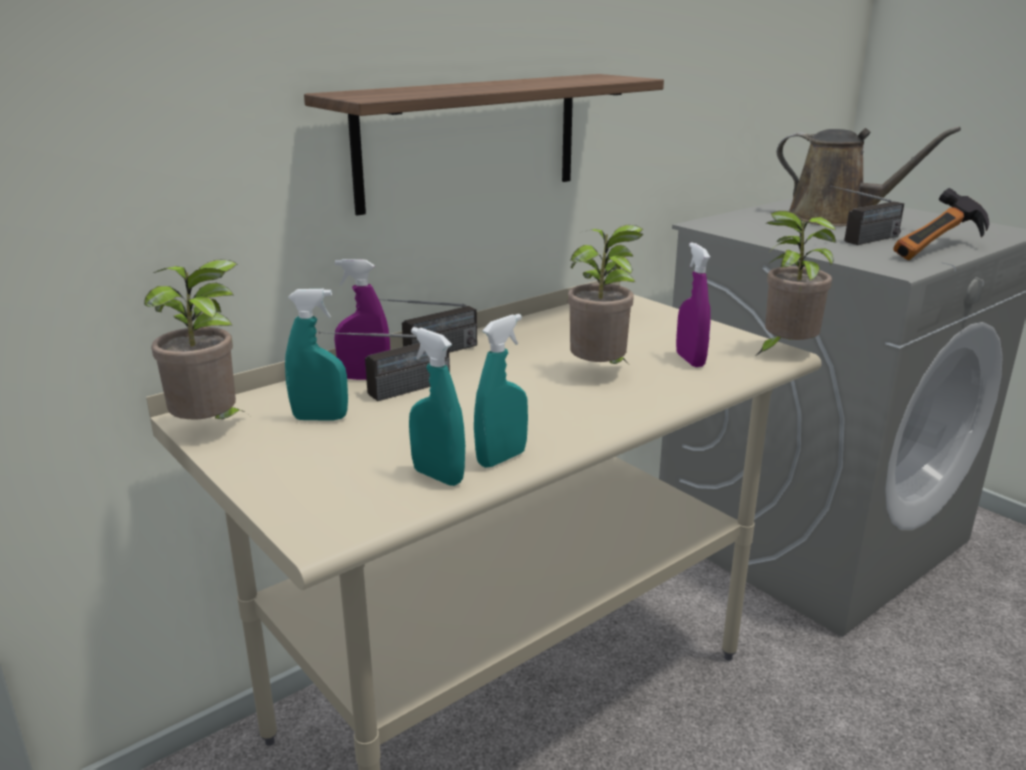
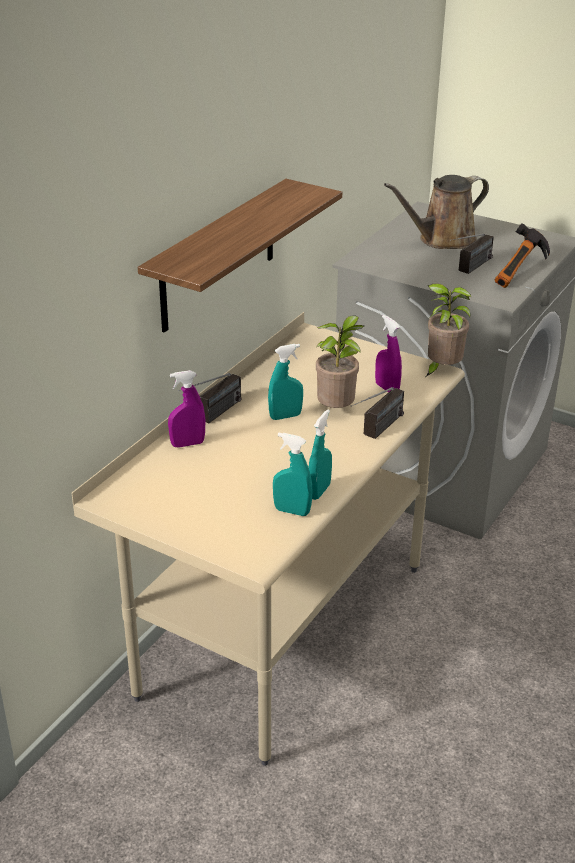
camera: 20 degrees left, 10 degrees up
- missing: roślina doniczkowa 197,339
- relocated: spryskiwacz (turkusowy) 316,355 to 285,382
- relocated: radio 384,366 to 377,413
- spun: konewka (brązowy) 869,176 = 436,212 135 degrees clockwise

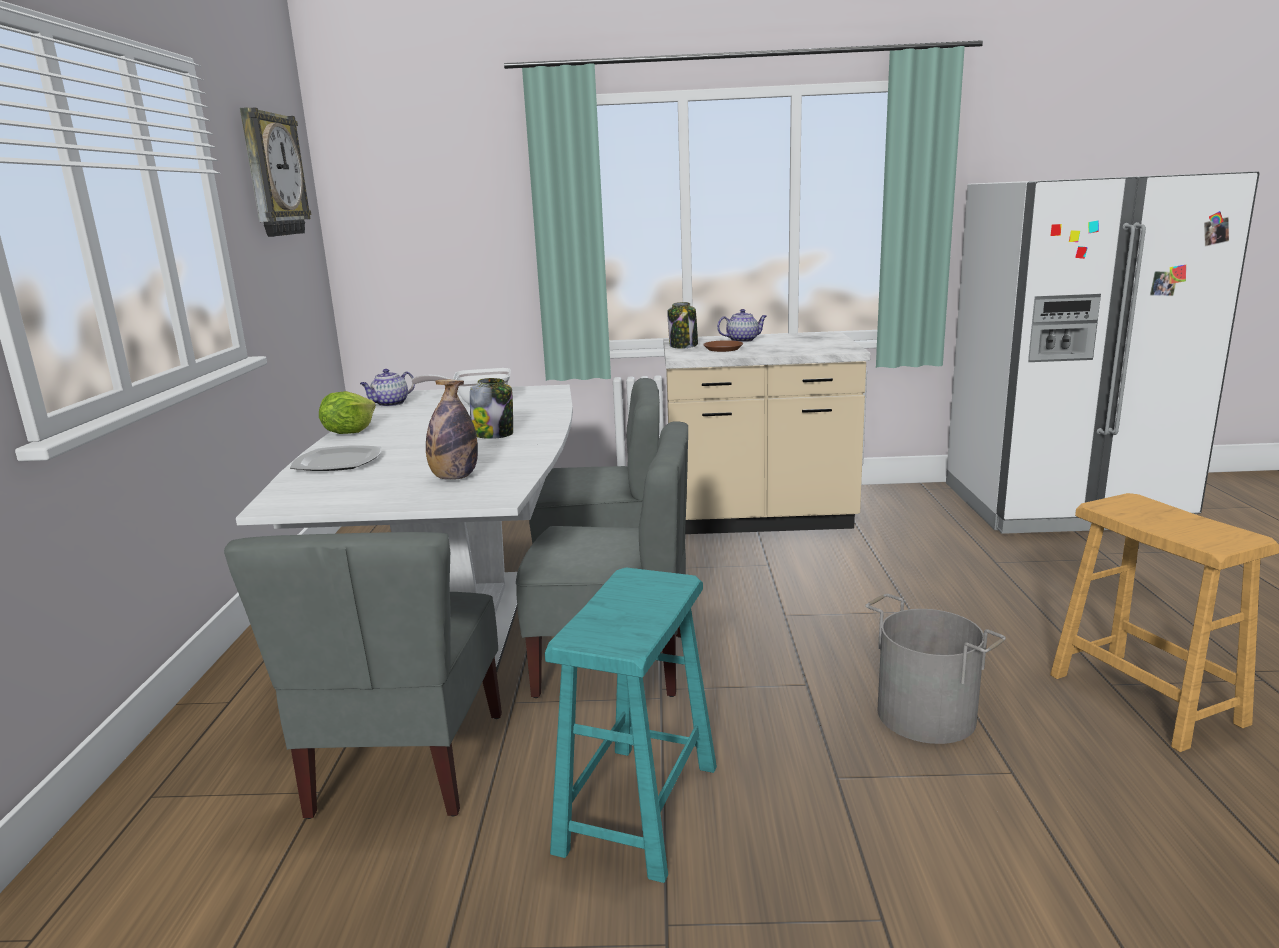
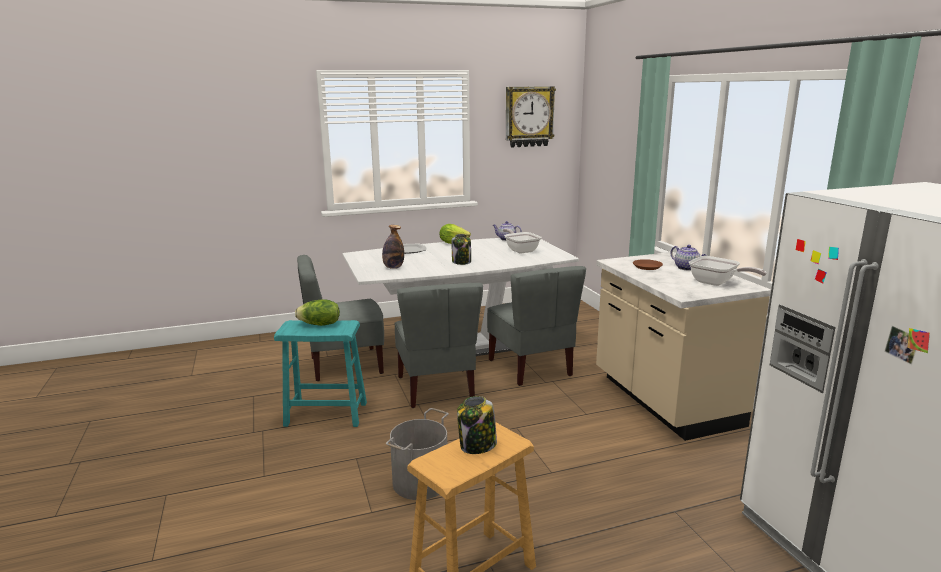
camera: 70 degrees right, 0 degrees up
- appeared: sałata 317,312
- appeared: patelnia 728,271
- relocated: słoik 683,325 to 477,425

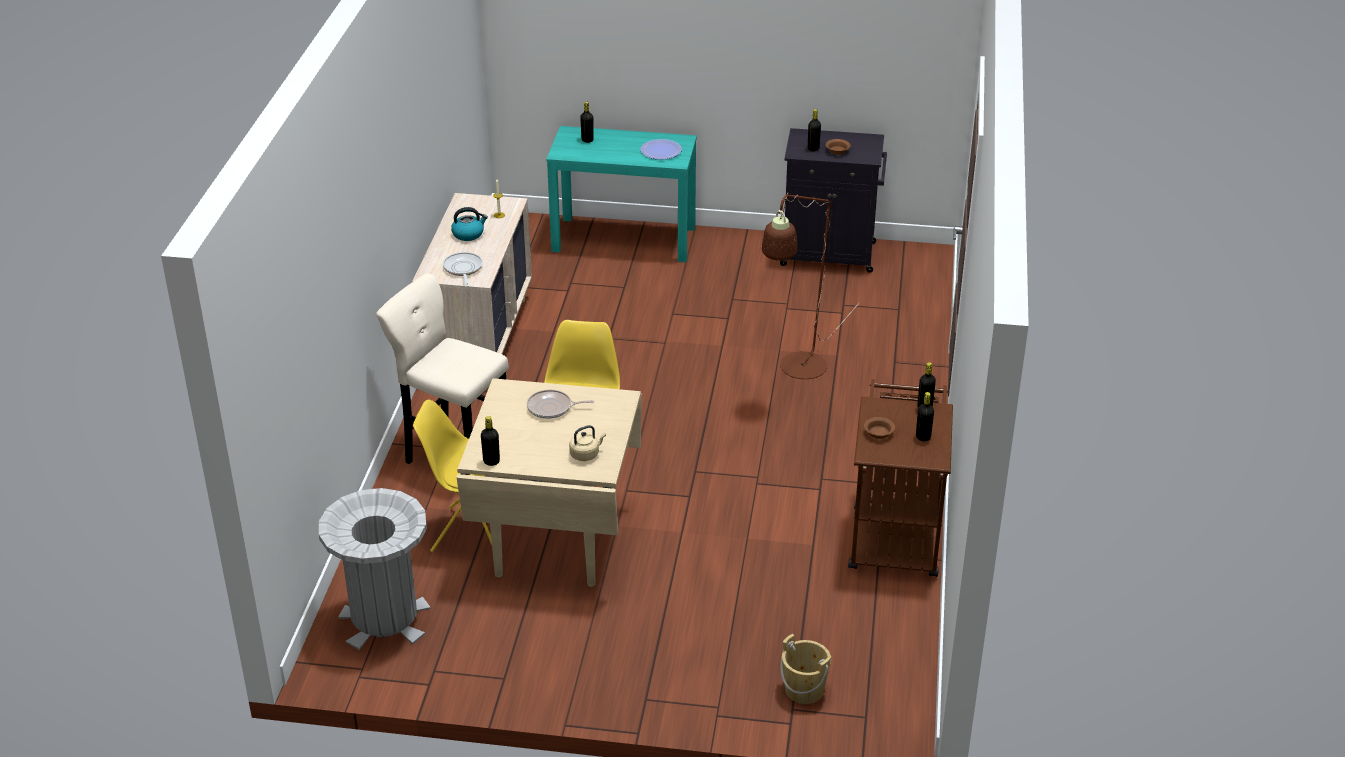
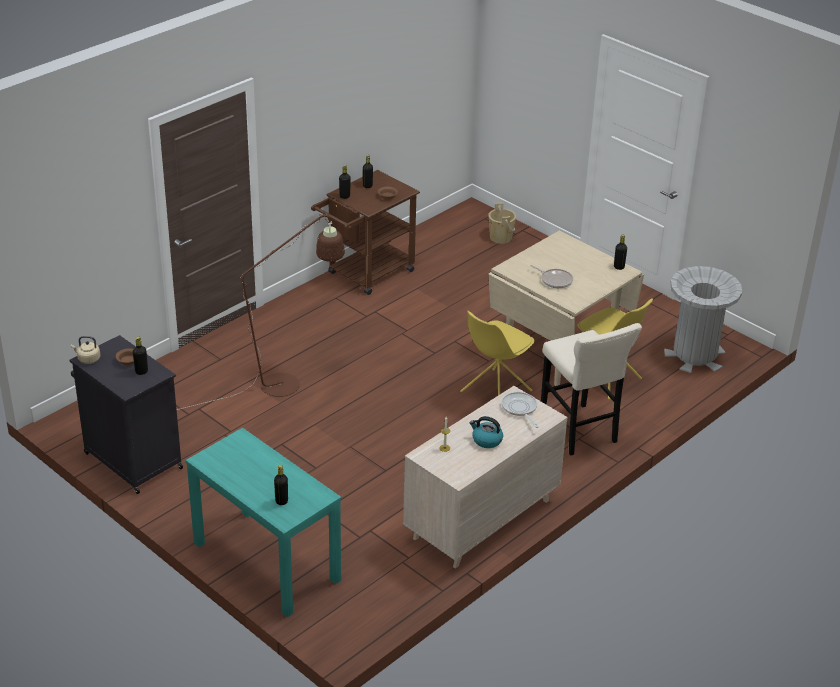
camera: 145 degrees left, 0 degrees up
- missing: talerz 661,149
- relocated: czajnik (beżowy) 587,443 to 85,350
- spun: patelnia 463,269 = 519,410 135 degrees clockwise

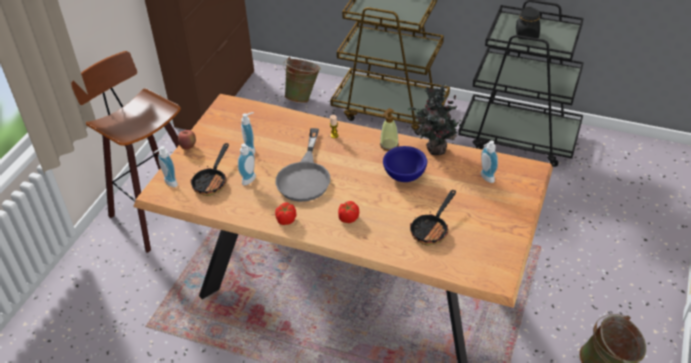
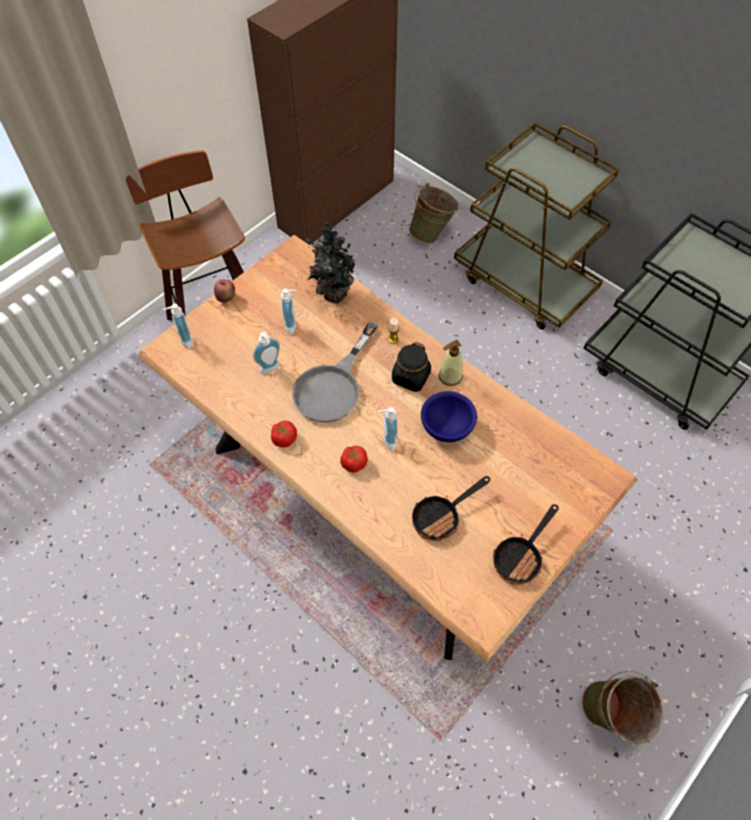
camera: 20 degrees right, 15 degrees up
- relocated: patelnia 209,169 to 526,544
- relocated: roślina doniczkowa 438,119 to 331,263
- relocated: dozownik mydła 489,161 to 388,429
- relocated: słoik (czarny) 528,23 to 411,367

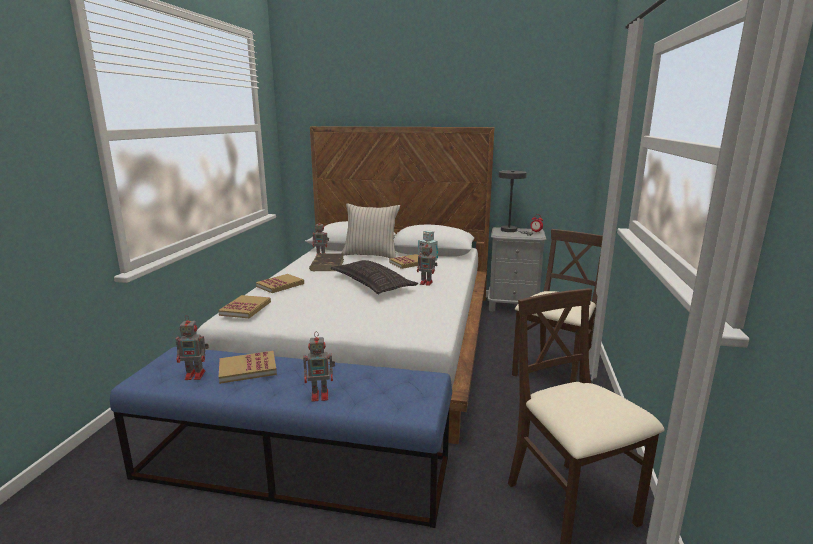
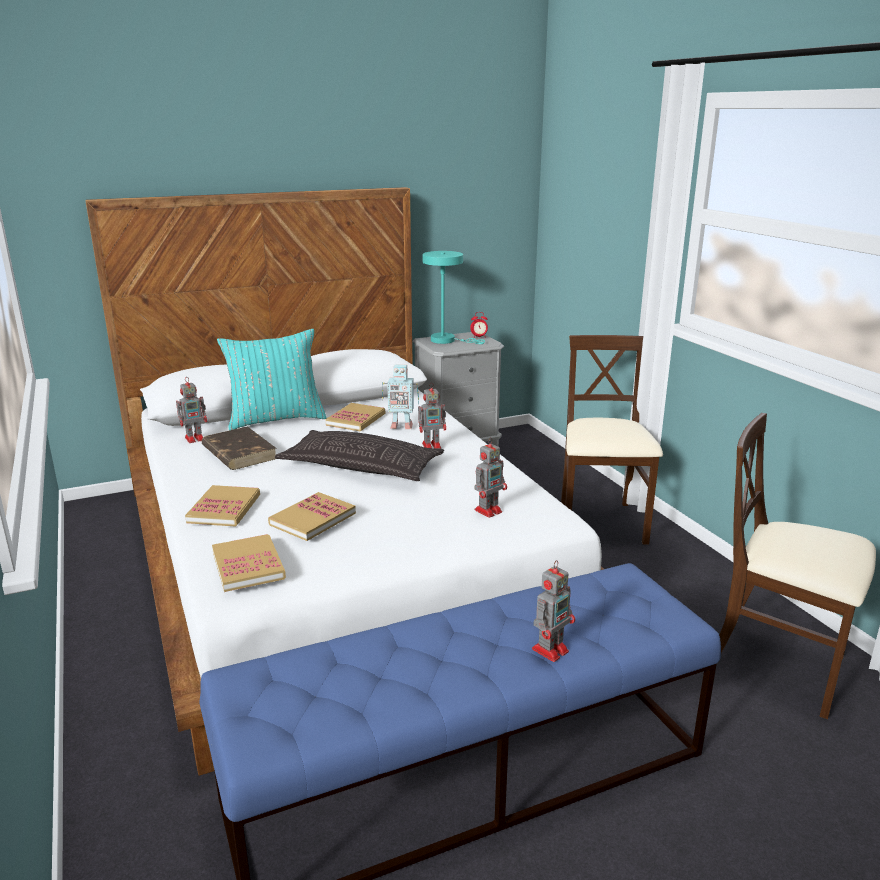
camera: 35 degrees left, 5 degrees up
- relocated: robot zabawkowy 192,347 to 491,477
- relocated: książka 248,367 to 312,516
- colour: poduszka (beżowy) 370,230 to poduszka (turkusowy) 271,379
- colour: lampa stołowa (szary) 516,203 to lampa stołowa (turkusowy) 454,297

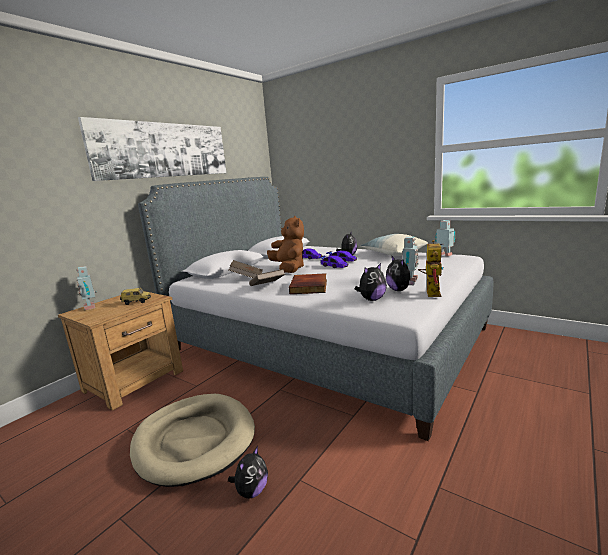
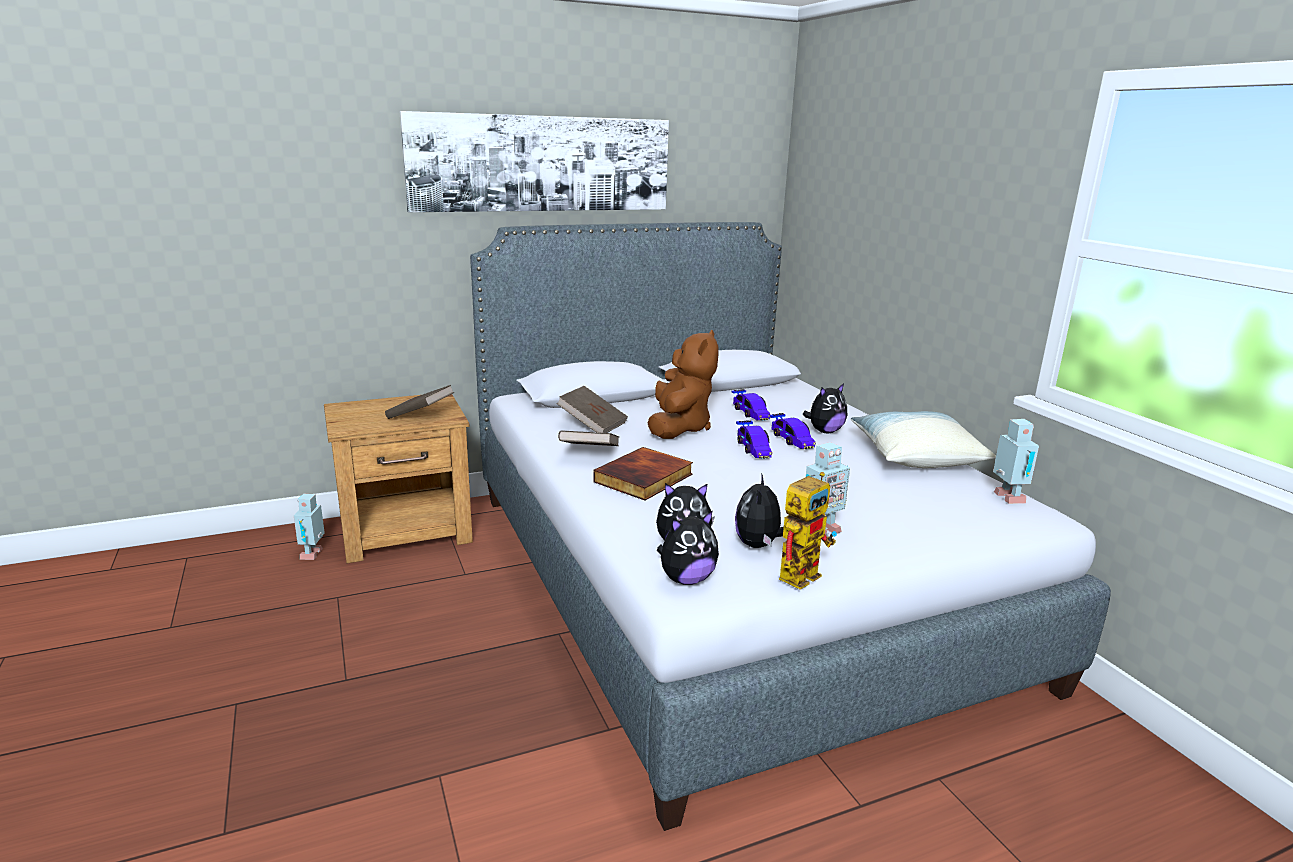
camera: 30 degrees right, 5 degrees up
- missing: legowisko (beżowy) 192,440
- relocated: robot zabawkowy 86,288 to 309,527
- relocated: pluszak 248,472 to 688,547
- exchanged: samochodzik 135,296 to książka (brązowy) 419,402

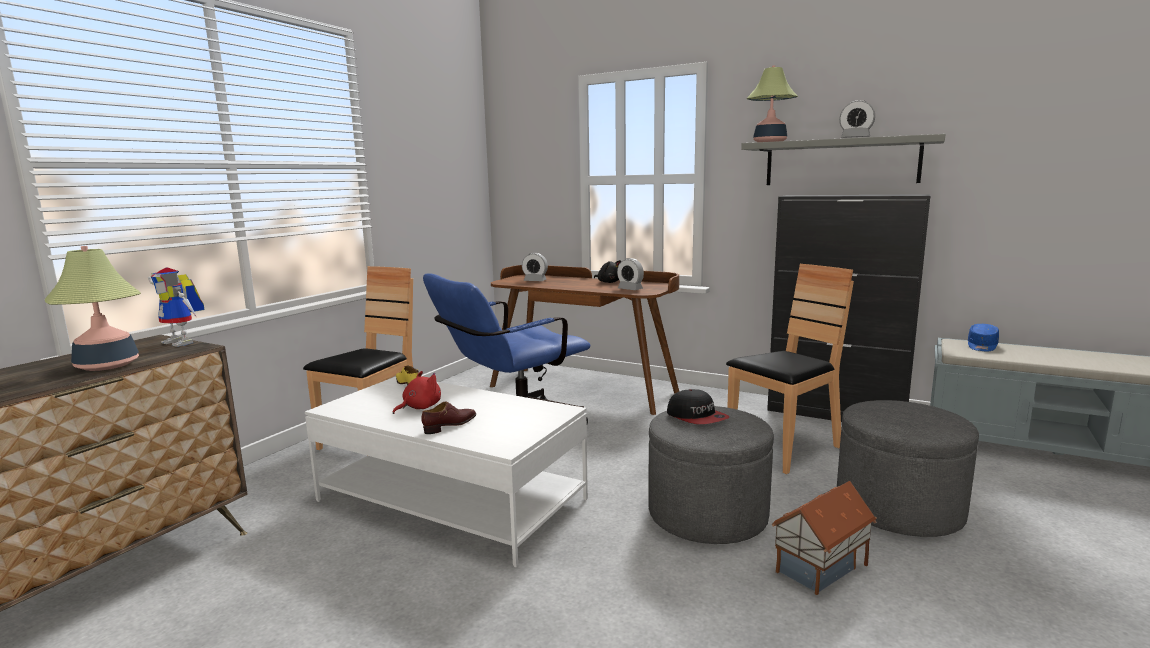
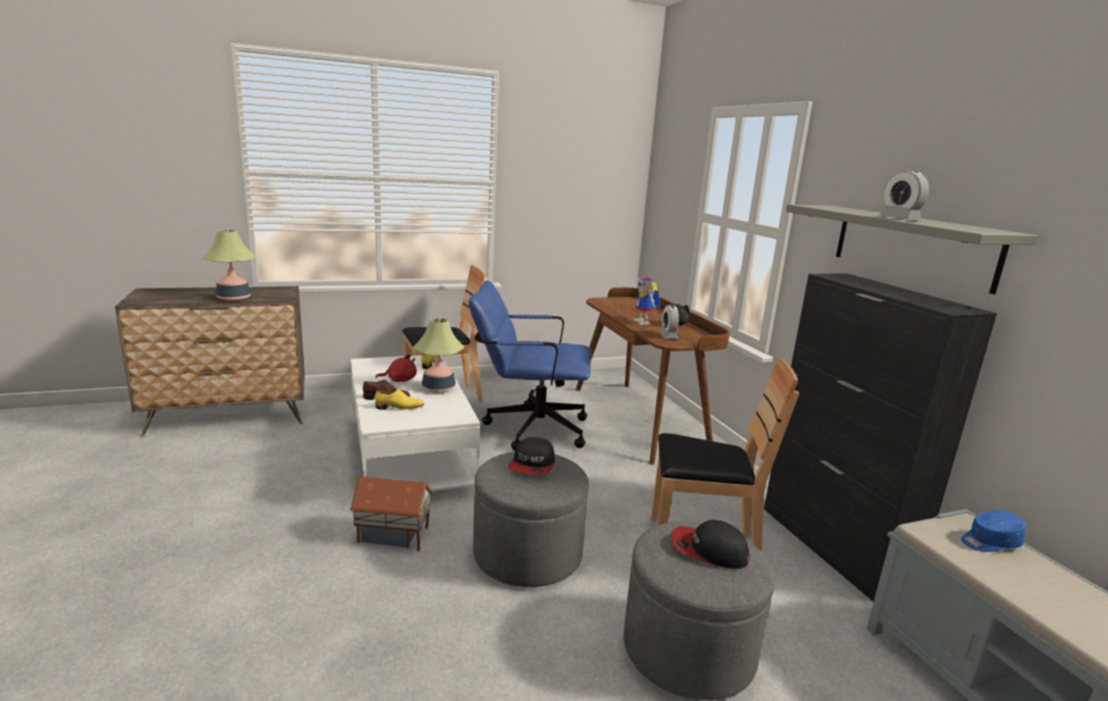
camera: 40 degrees right, 5 degrees up
- missing: budzik 535,267
- appeared: but (żółty) 399,399
- appeared: czapka z daszkiem 710,544
- relocated: robot zabawkowy 176,307 to 647,301
- relocated: lampa stołowa 772,103 to 438,355
- relocated: domek 824,538 to 391,513

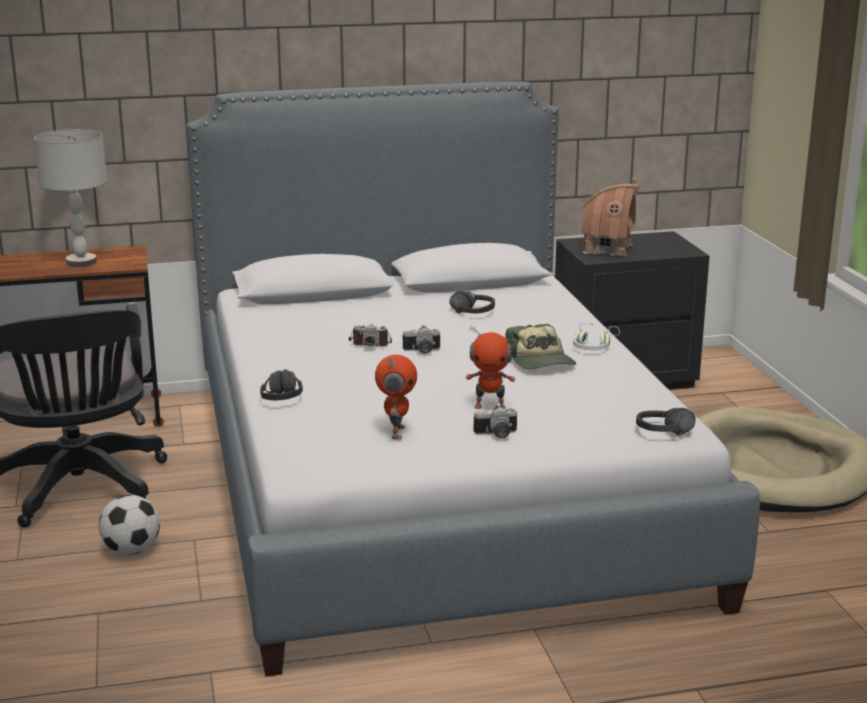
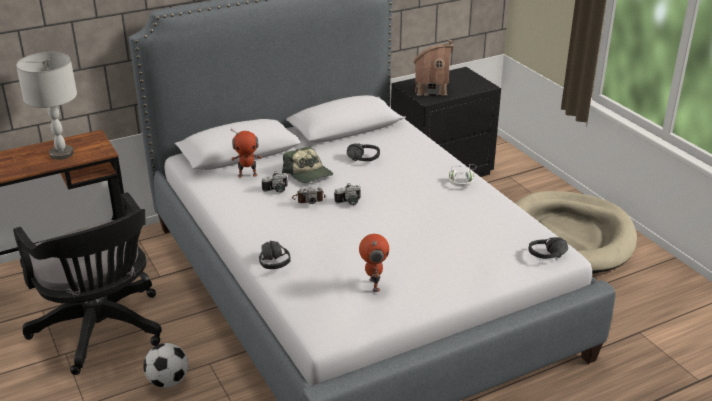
camera: 15 degrees left, 10 degrees up
- relocated: robot zabawkowy 491,367 to 246,153
- relocated: aparat fotograficzny 495,420 to 275,182
- relocated: czapka z daszkiem 540,346 to 307,164

